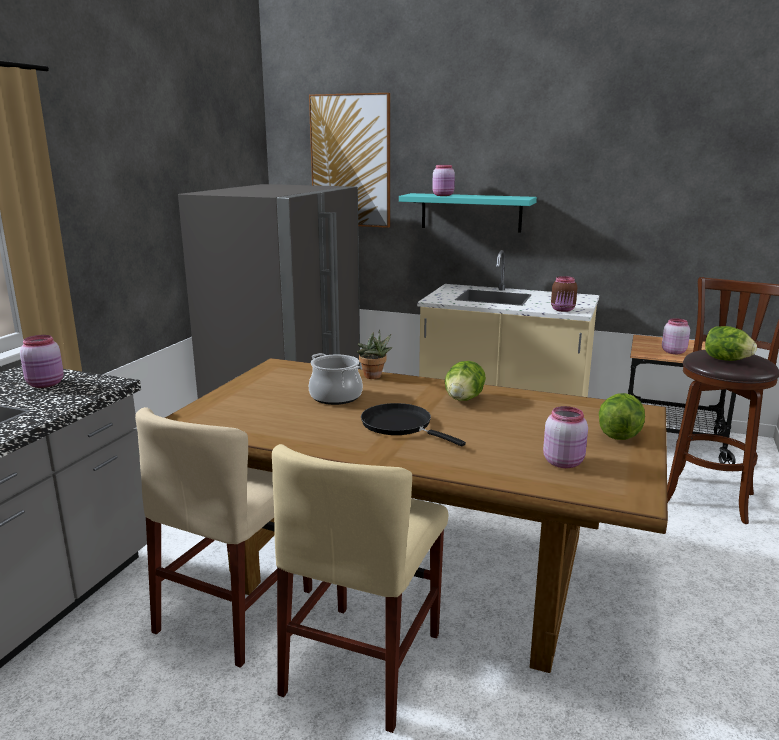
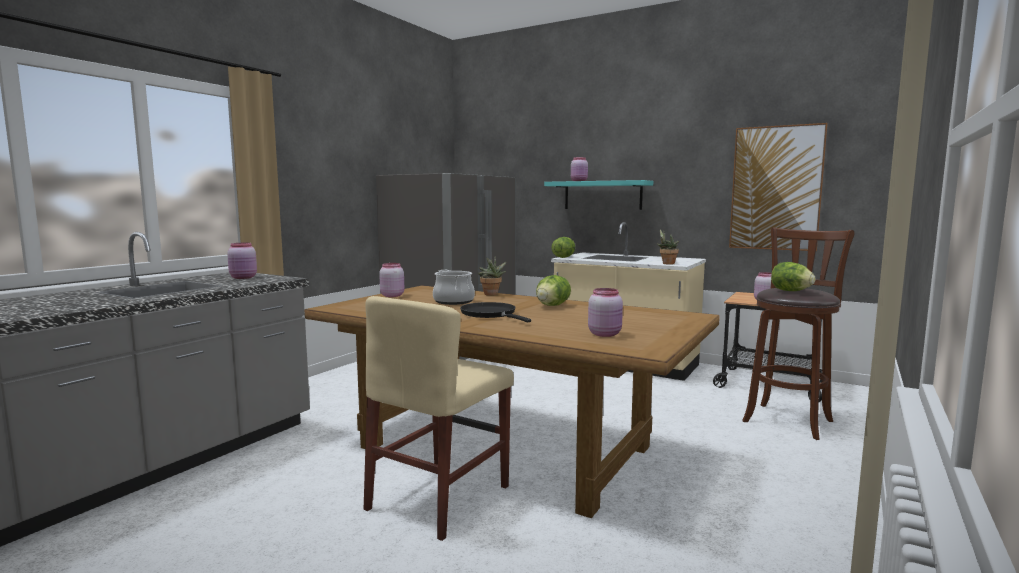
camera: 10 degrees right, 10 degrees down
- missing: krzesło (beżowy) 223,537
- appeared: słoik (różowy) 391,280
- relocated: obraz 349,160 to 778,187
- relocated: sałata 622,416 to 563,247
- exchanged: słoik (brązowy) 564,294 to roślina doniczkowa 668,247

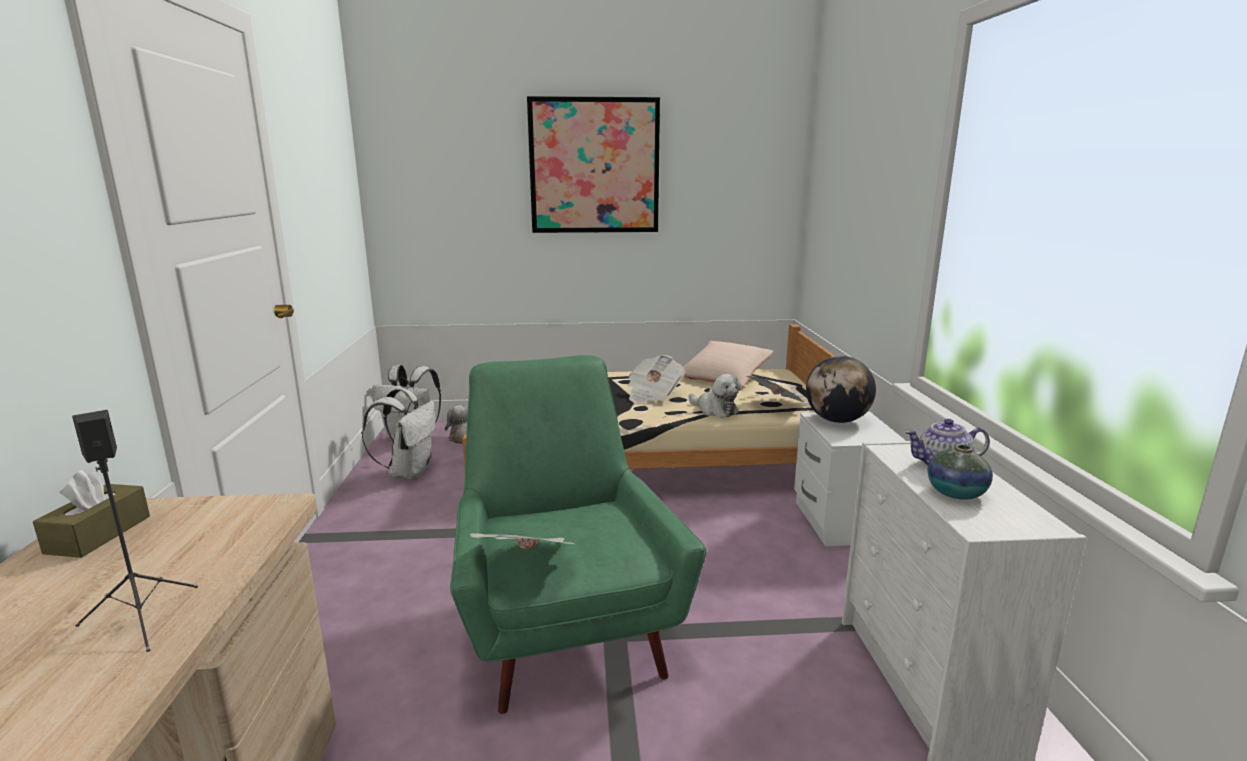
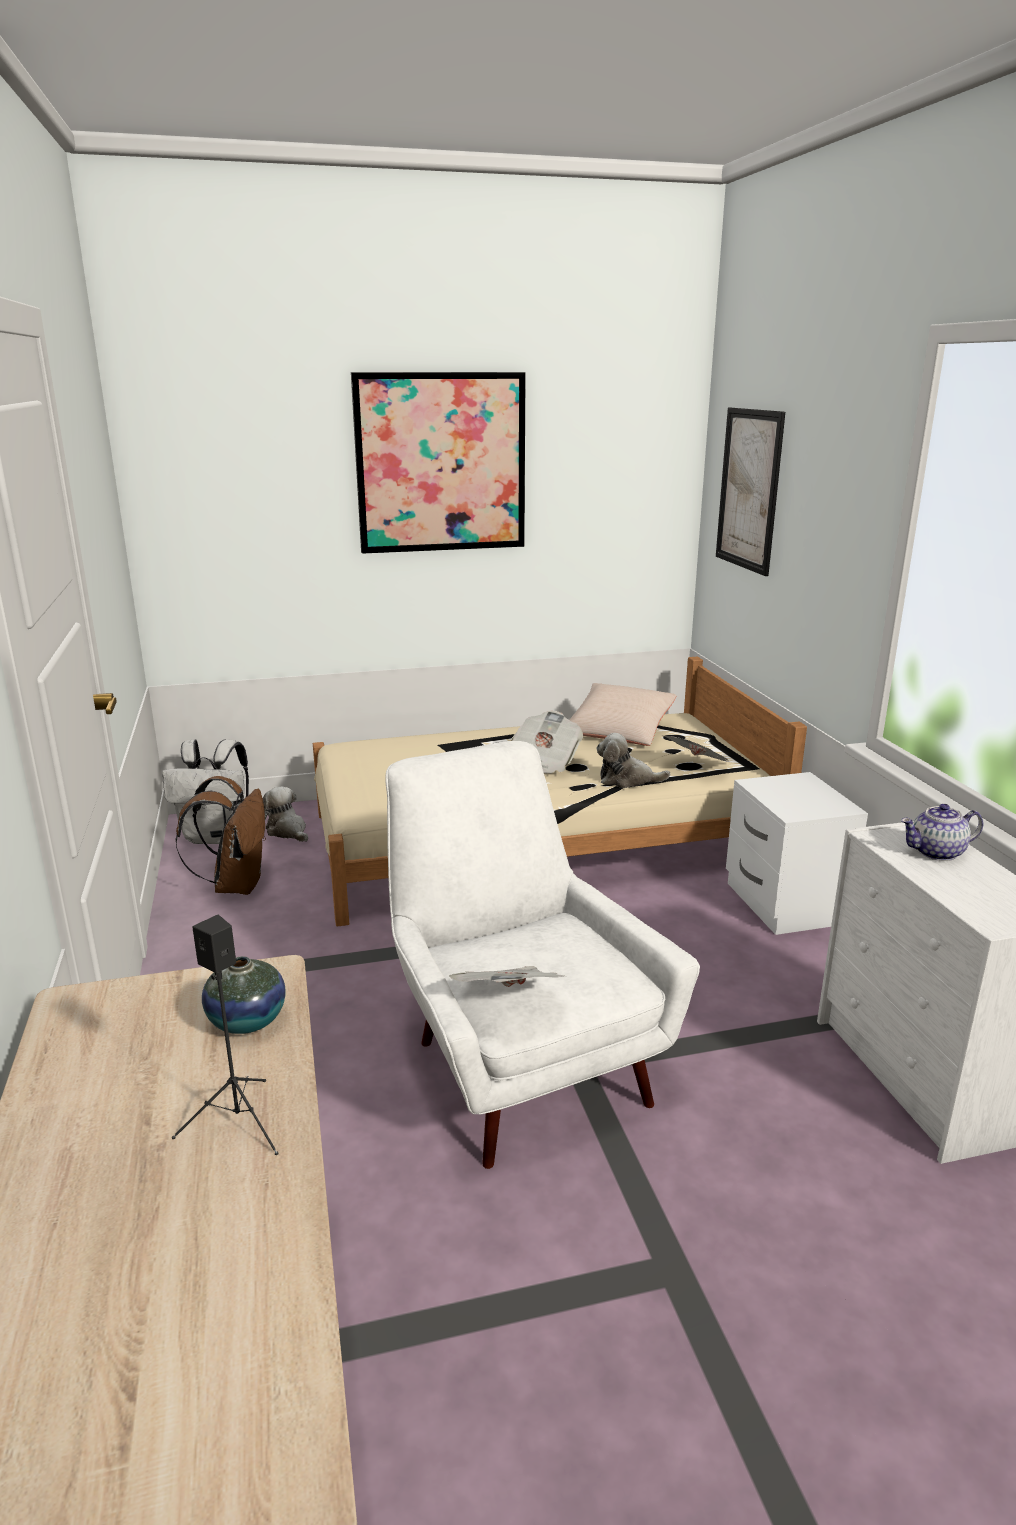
camera: 10 degrees left, 5 degrees up
- missing: pudełko chusteczek (brązowy) 91,514
- missing: globus 841,389
- appeared: obraz 750,492
- relocated: wazon 960,472 to 244,995
- colour: plecak (biały) 398,434 to plecak (brązowy) 221,835
- colour: fotel (zielony) 578,534 to fotel (biały) 543,955
- spun: pluszak 714,395 = 633,760 150 degrees clockwise

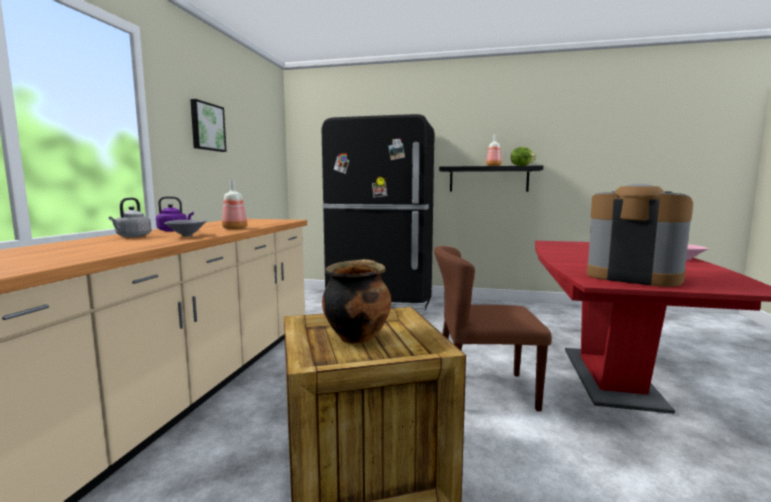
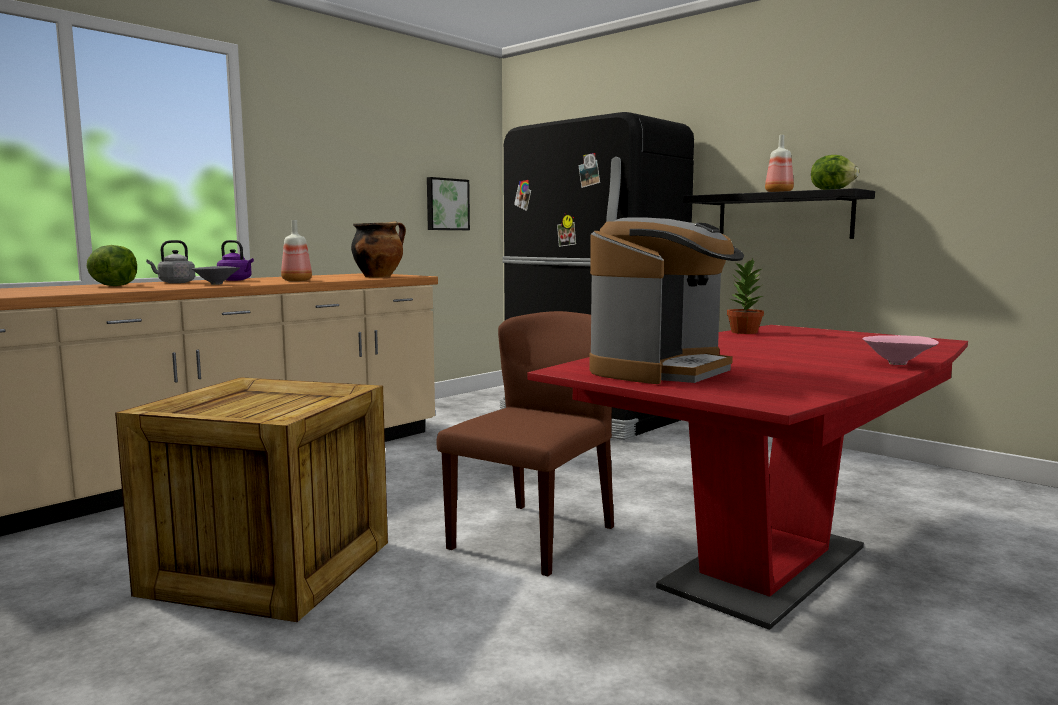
camera: 30 degrees right, 0 degrees up
- appeared: sałata 112,265
- appeared: roślina doniczkowa 745,296
- relocated: obraz 208,125 to 448,203
- relocated: garnek 356,301 to 378,249
- spun: krzesło (brązowy) 493,328 = 525,444 90 degrees clockwise
- spun: ekspres do kawy 640,235 = 666,300 60 degrees clockwise

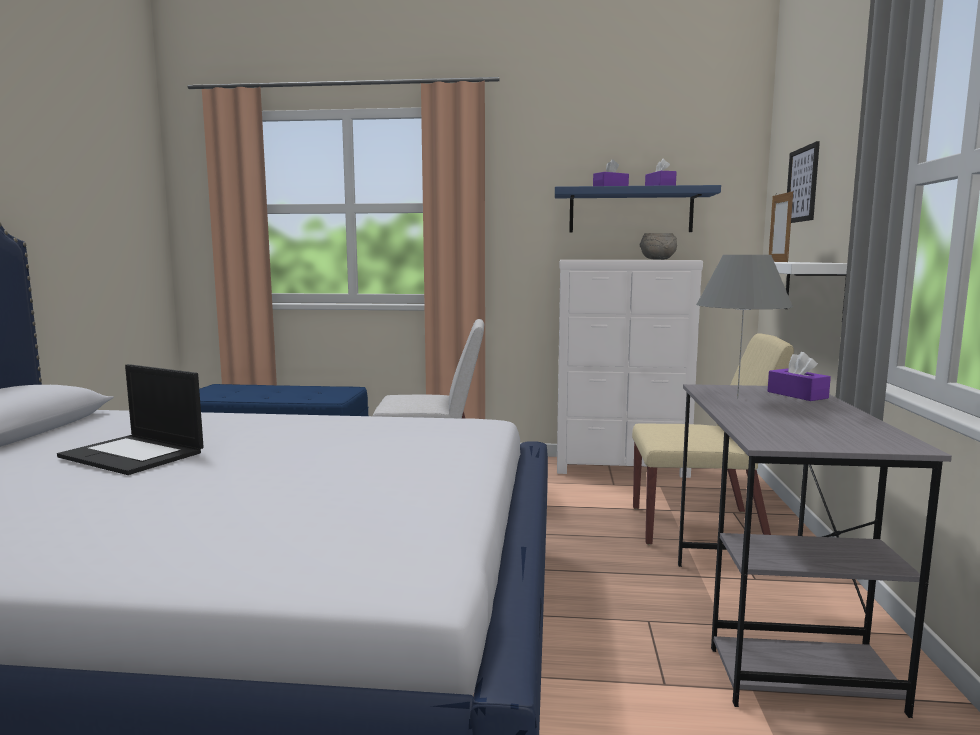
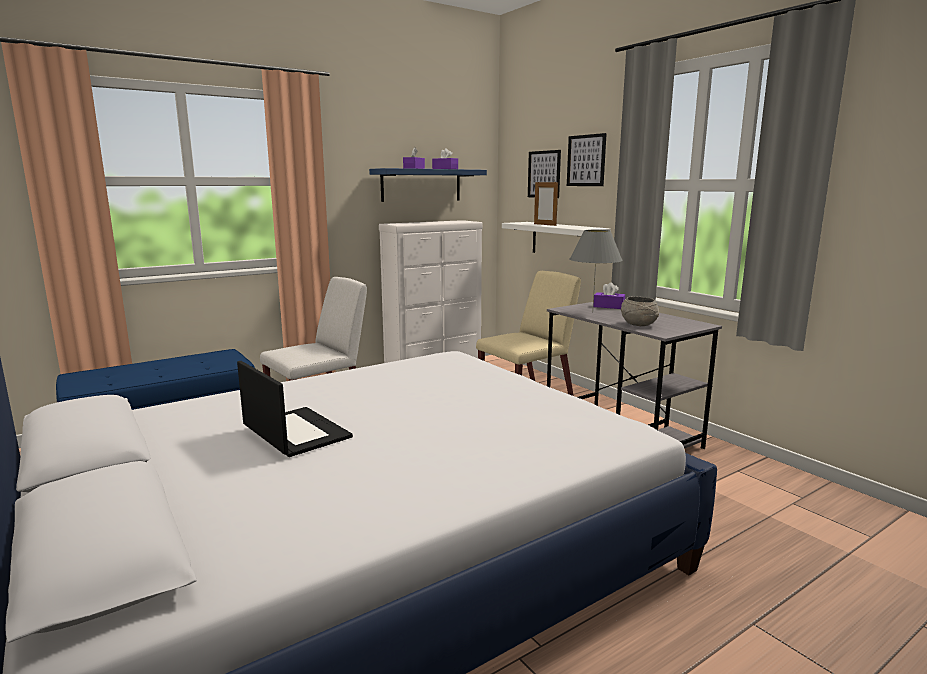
camera: 40 degrees left, 5 degrees up
- appeared: obraz 587,159
- relocated: miska (szary) 658,246 to 640,311
- spun: laptop 130,419 = 295,409 120 degrees counterclockwise

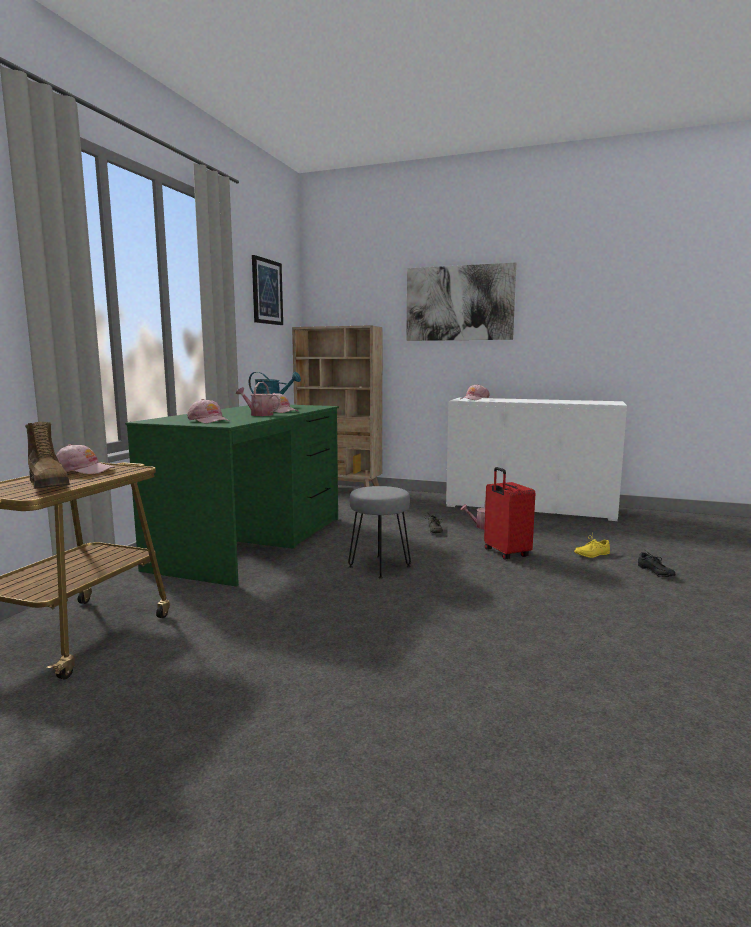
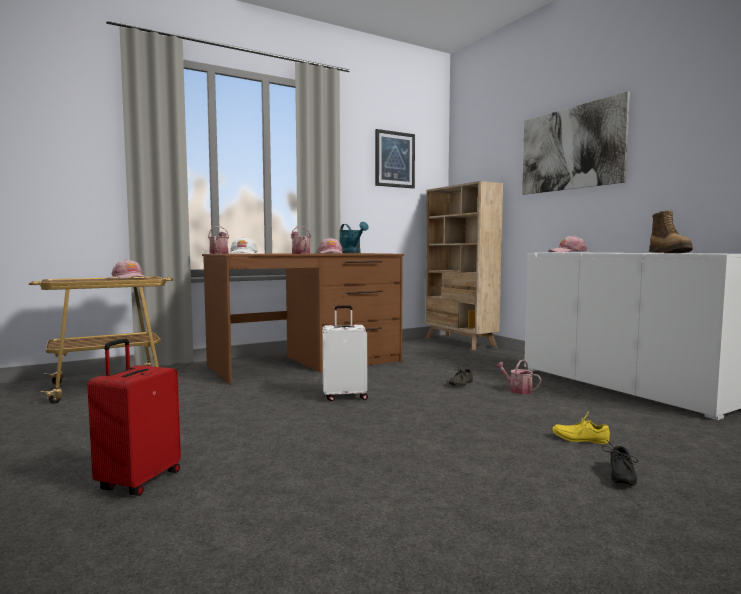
camera: 40 degrees right, 5 degrees down
- appeared: konewka 218,240
- relocated: but z cholewką 47,455 to 671,231
- relocated: walizka (czerwony) 509,513 to 134,417
- exchanged: stołek (szary) 379,532 to walizka (biały) 345,353
- colour: biurko (zielony) 232,496 to biurko (brązowy) 303,319
- colour: czapka z daszkiem (różowy) 208,411 to czapka z daszkiem (biały) 244,245

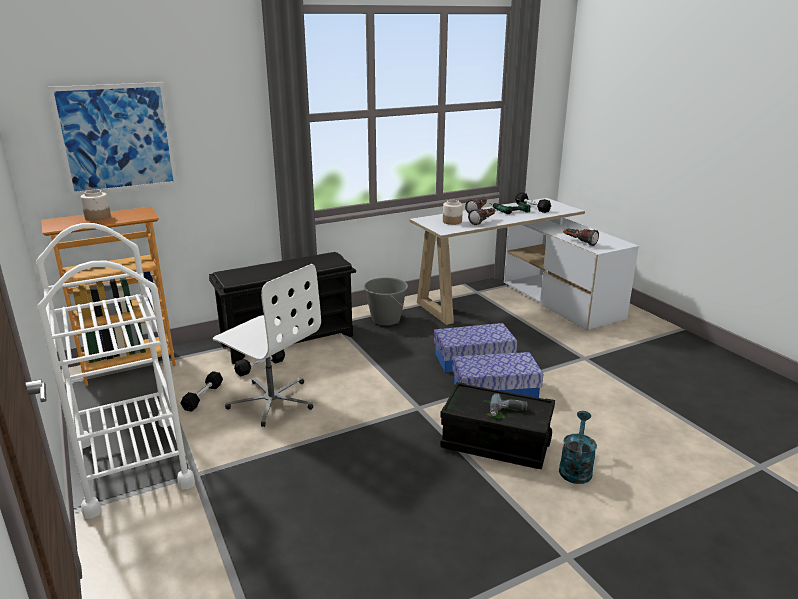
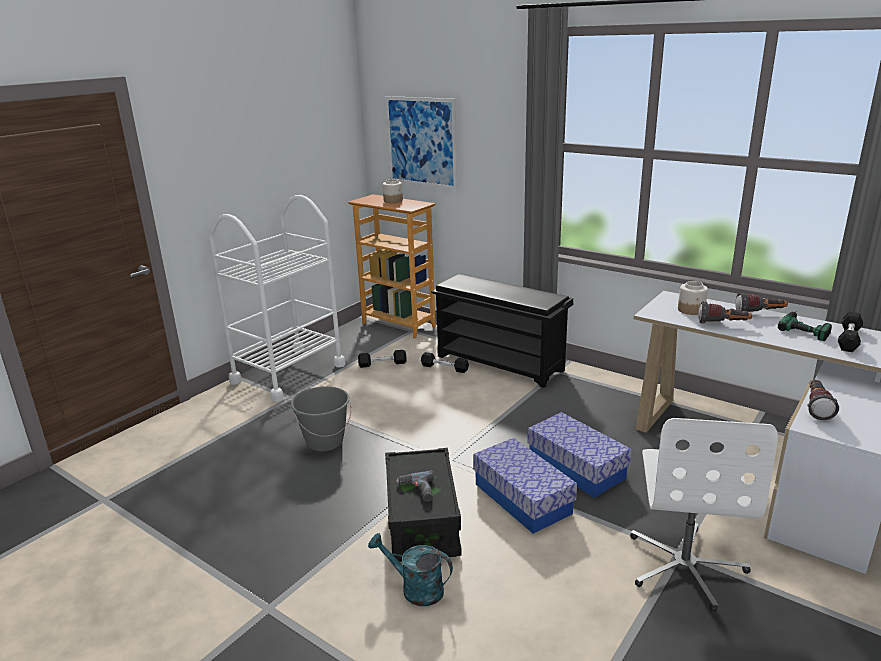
camera: 65 degrees right, 0 degrees up
- relocated: krzesło biurowe (biały) 267,345 to 704,515
- relocated: wiadro (szary) 385,301 to 321,418
- spun: konewka (turkusowy) 578,447 = 410,569 150 degrees counterclockwise

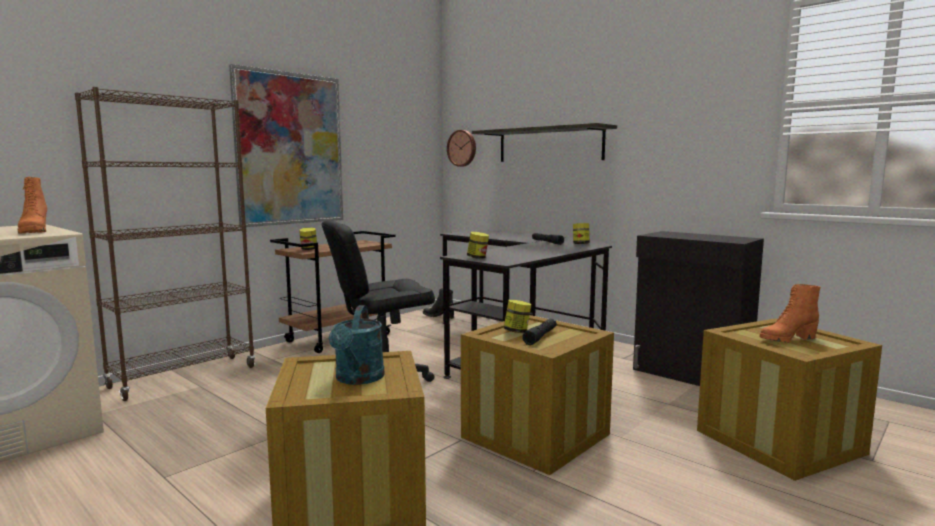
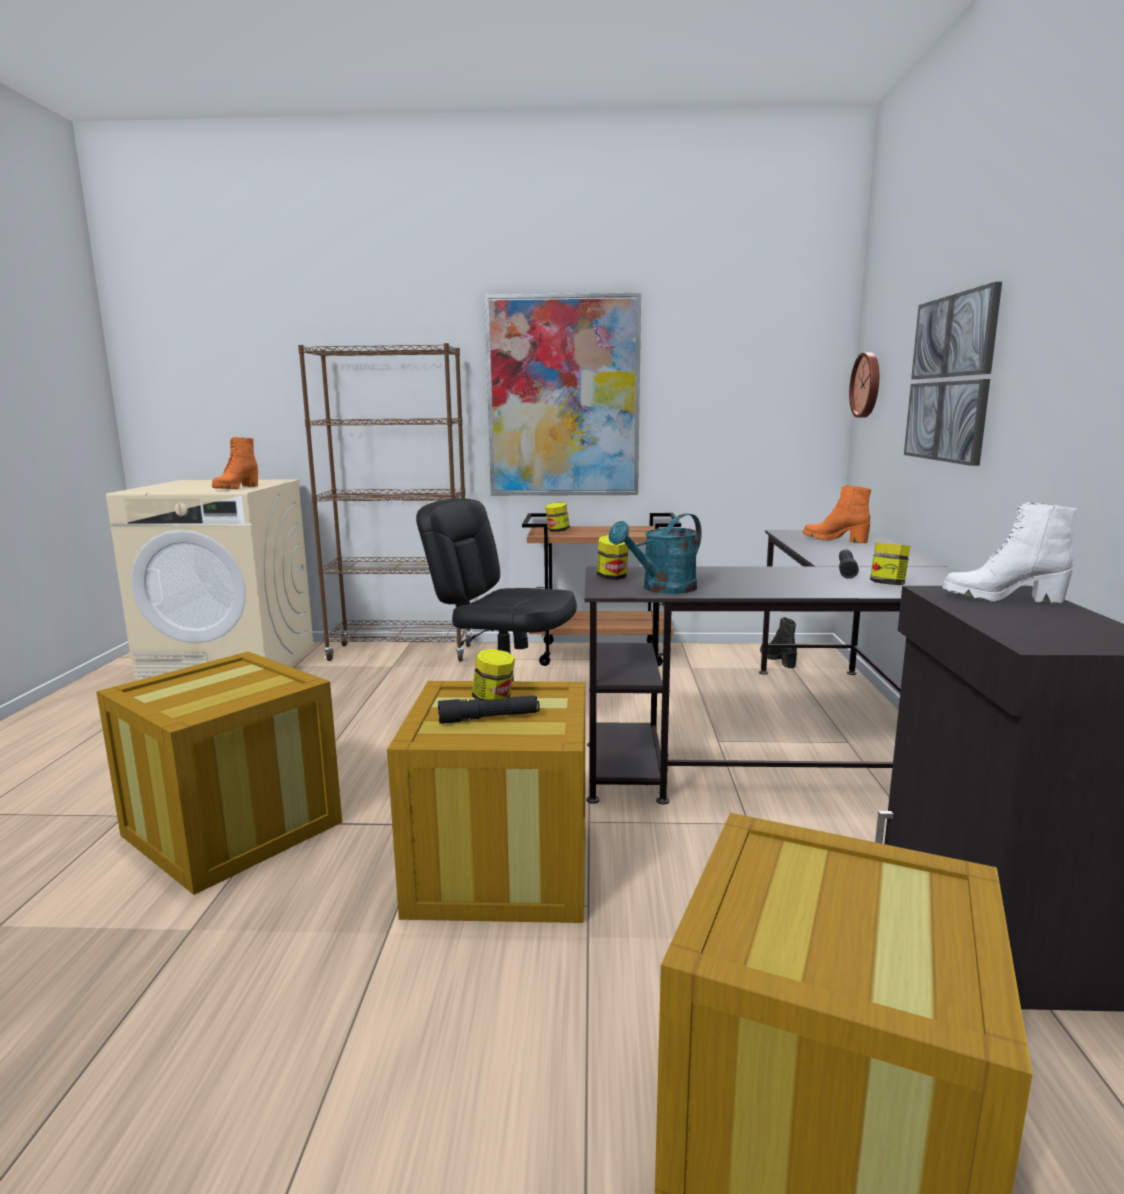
camera: 50 degrees right, 5 degrees up
- appeared: but z cholewką (biały) 1010,552
- relocated: konewka (turkusowy) 357,345 to 655,553
- relocated: but z cholewką (pomarańczowy) 790,313 to 837,514
- exchanged: półka 544,142 to obraz 953,374

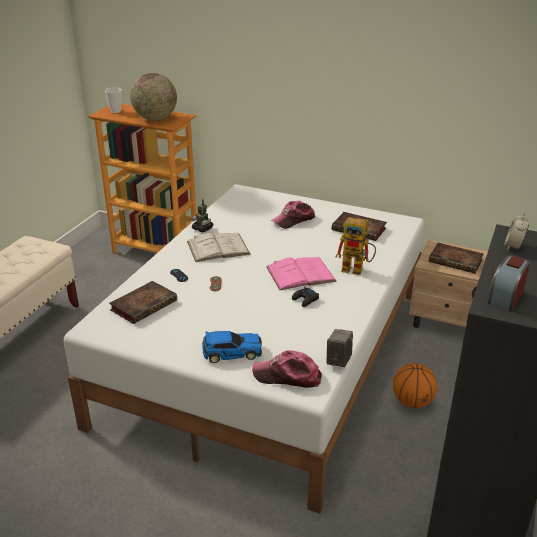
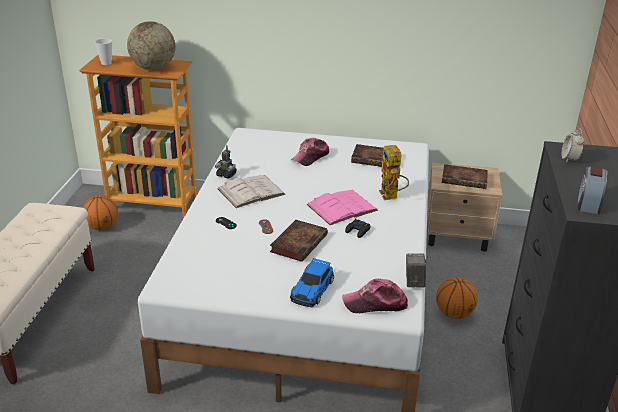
camera: 15 degrees left, 0 degrees up
- appeared: piłka do koszykówki 100,212
- relocated: książka 143,302 to 299,241
- spun: samochodzik 232,347 = 312,282 135 degrees clockwise
- spun: robot zabawkowy 356,246 = 394,172 75 degrees clockwise

